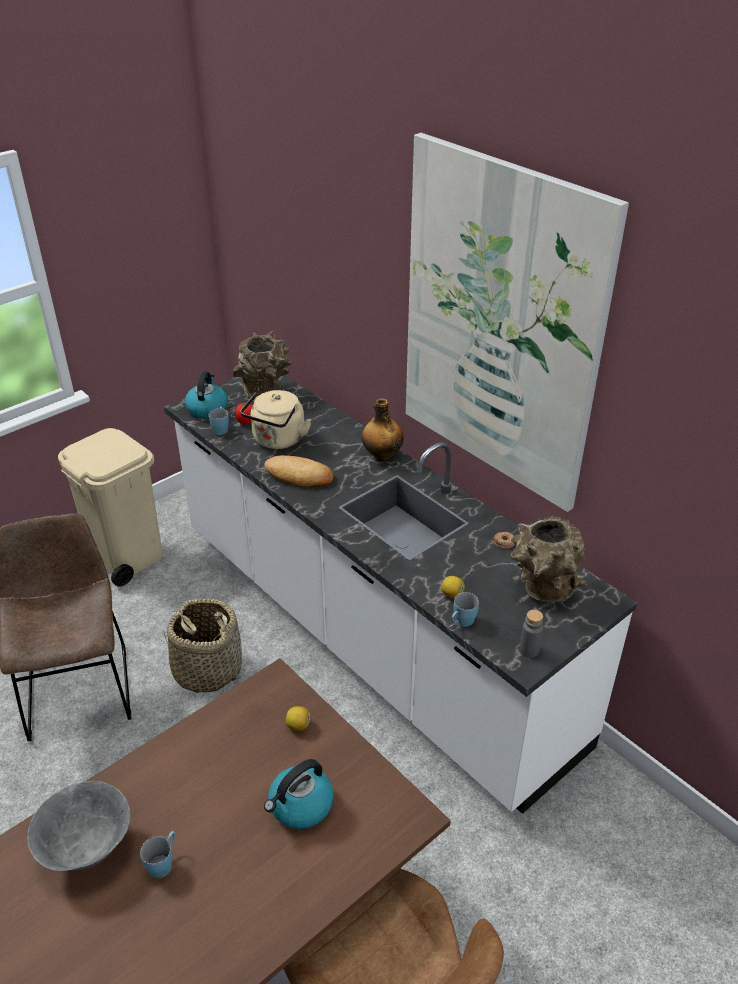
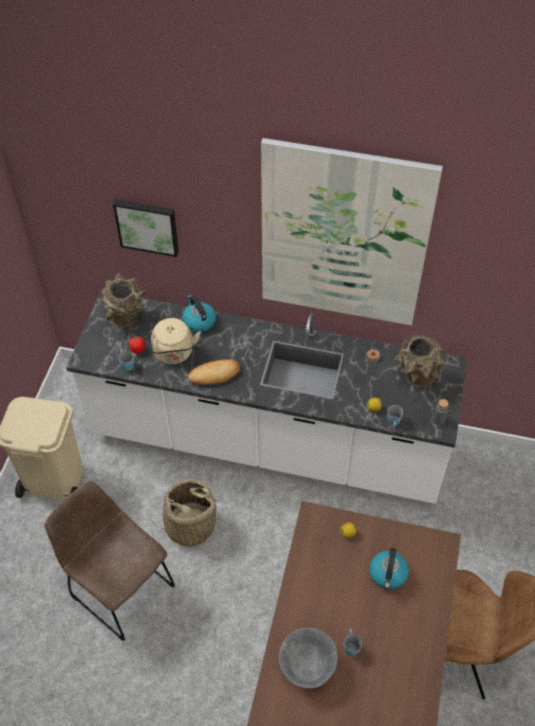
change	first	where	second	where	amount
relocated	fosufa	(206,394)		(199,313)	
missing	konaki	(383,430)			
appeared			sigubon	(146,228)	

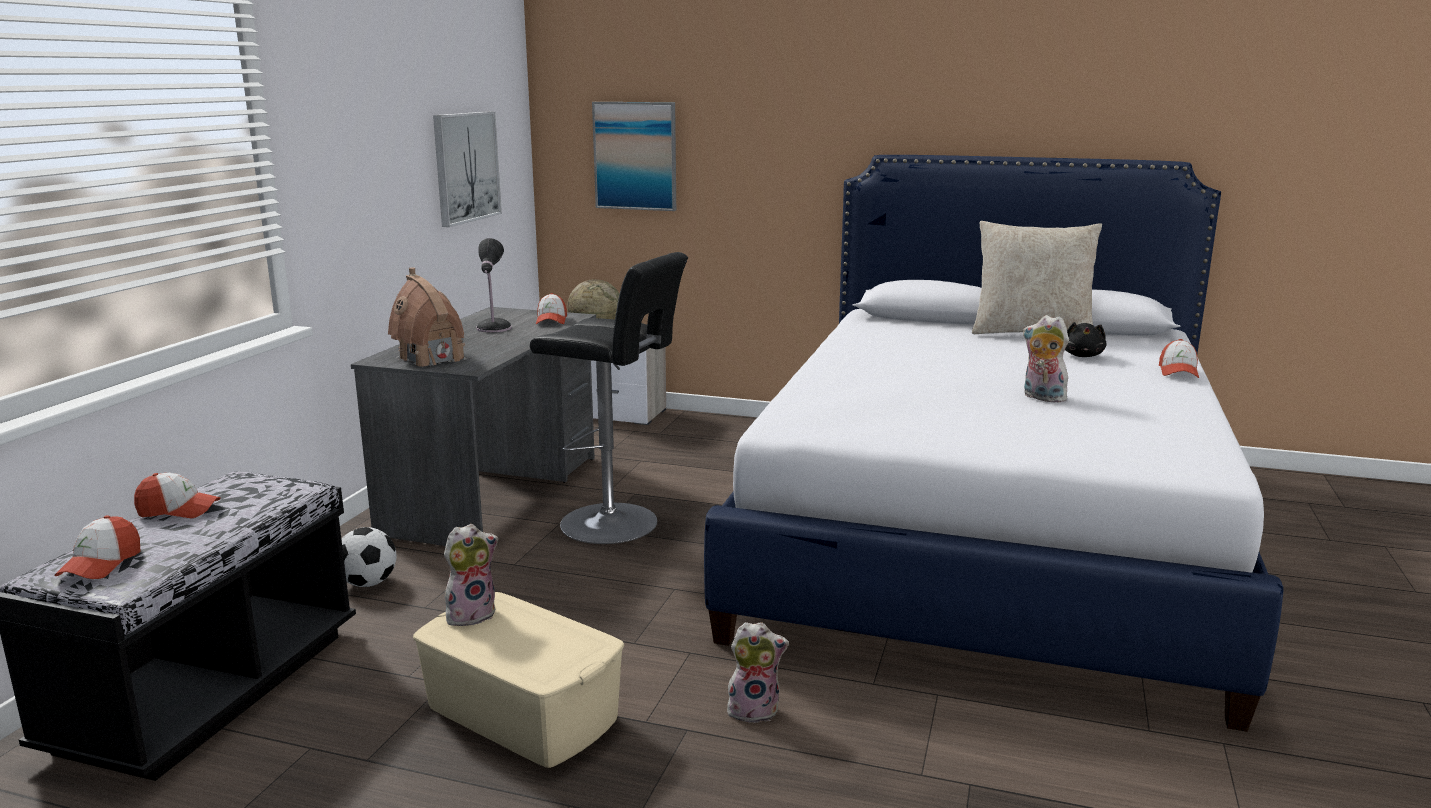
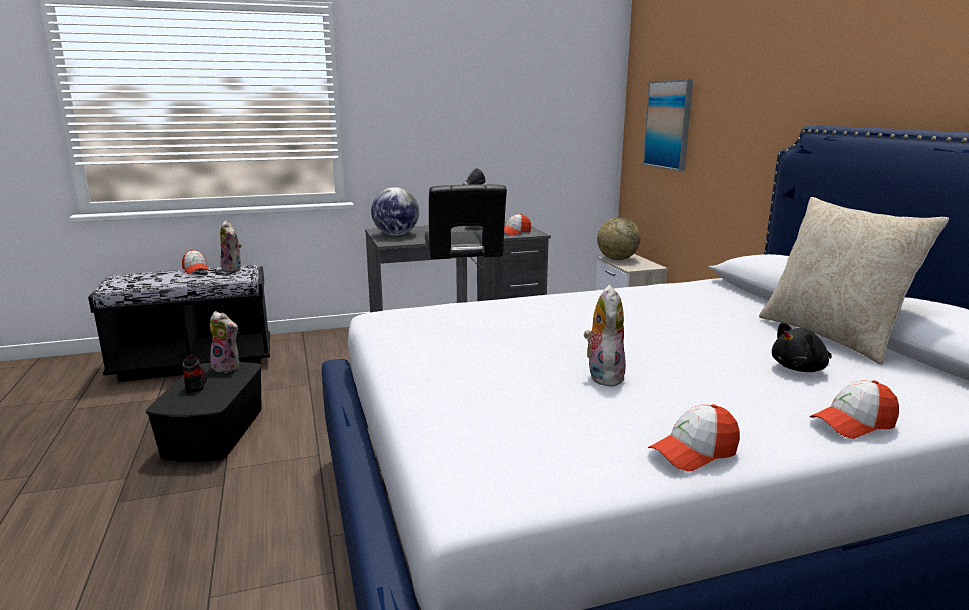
change	first	where	second	where	amount
relocated	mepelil	(97,547)		(694,438)	
missing	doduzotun	(368,557)			
exchanged	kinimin	(427,317)	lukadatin	(395,211)	
colour	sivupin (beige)	(518,680)	sivupin (black)	(204,412)	
missing	sigubon	(467,169)			
relocated	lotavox	(758,672)		(231,246)	
appeared			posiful	(194,374)	

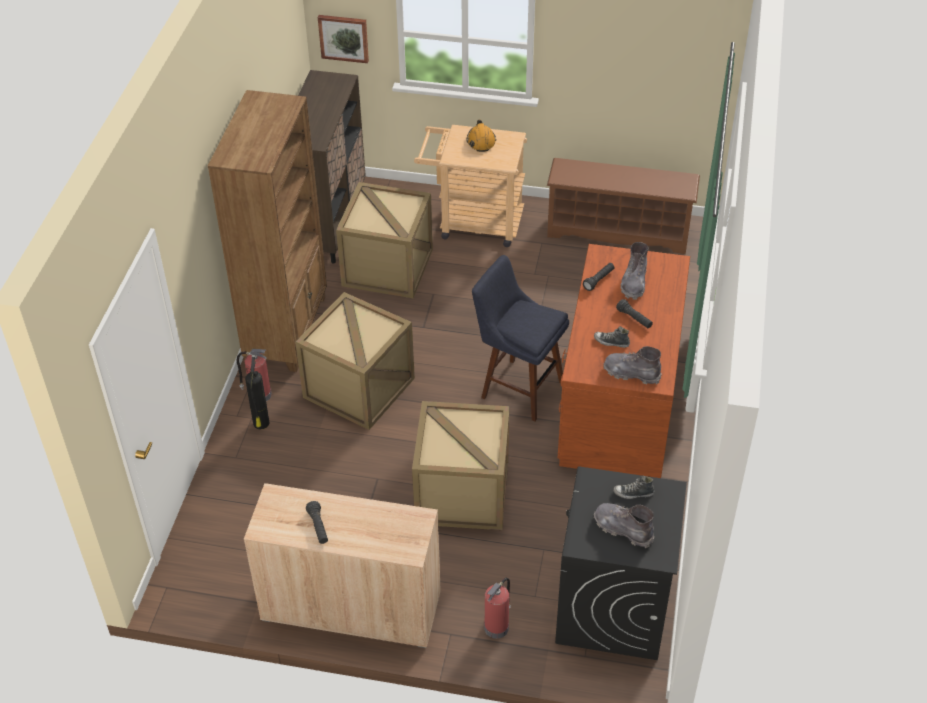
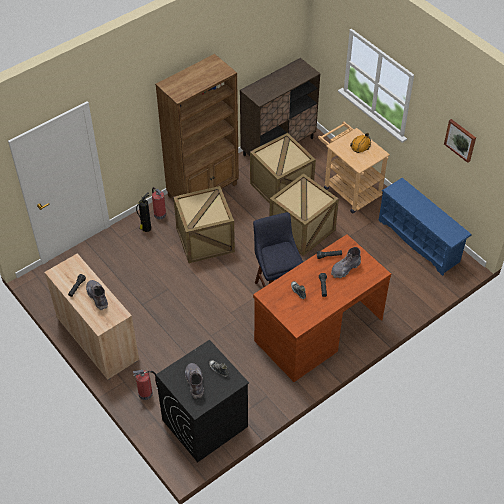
change	first	where	second	where	amount
relocated	sigubon	(343,39)		(460,141)	
relocated	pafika	(461,465)		(304,214)	
colour	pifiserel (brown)	(623,206)	pifiserel (blue)	(425,227)	
relocated	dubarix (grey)	(632,365)		(97,295)	

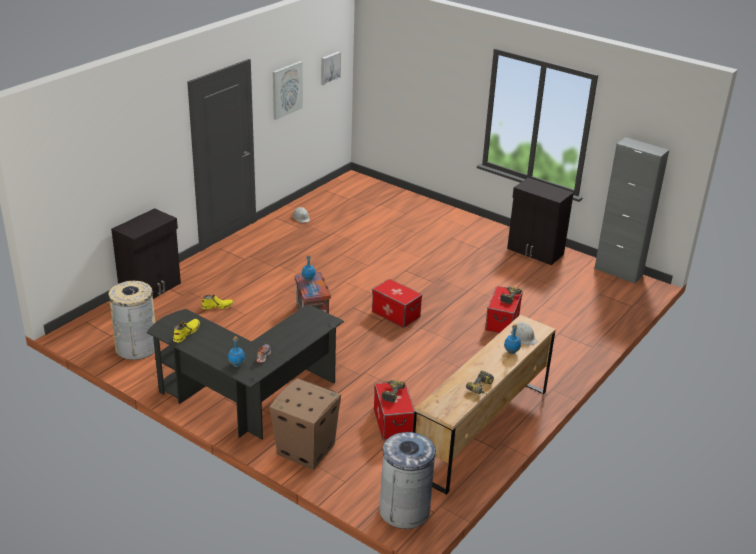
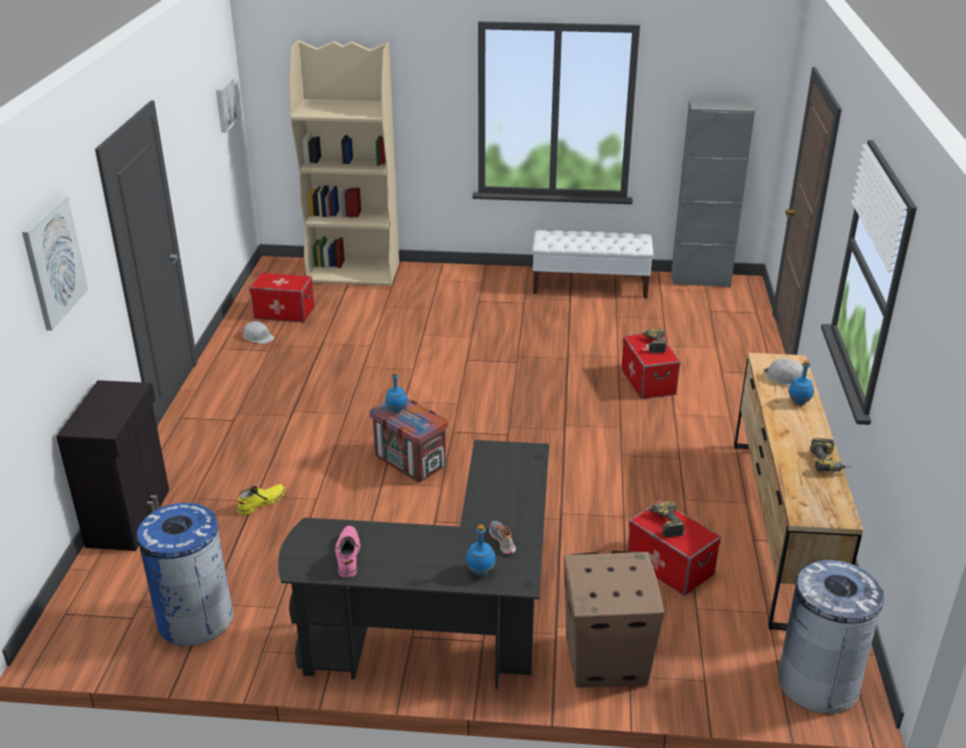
change	first	where	second	where	amount
colour	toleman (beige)	(131,320)	toleman (blue)	(185,574)	
colour	dubarix (yellow)	(186,331)	dubarix (pink)	(347,551)	
relocated	sigubon	(288,90)		(55,263)	
relocated	sivupin	(397,303)		(281,297)	
exchanged	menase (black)	(540,221)	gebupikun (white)	(592,264)	
appeared			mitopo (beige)	(344,163)	

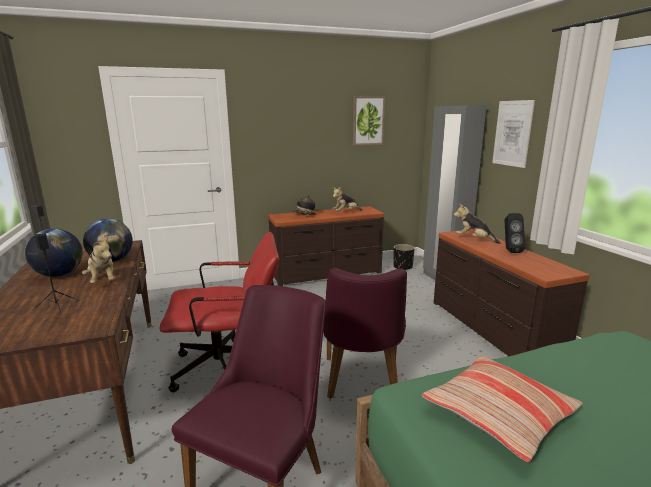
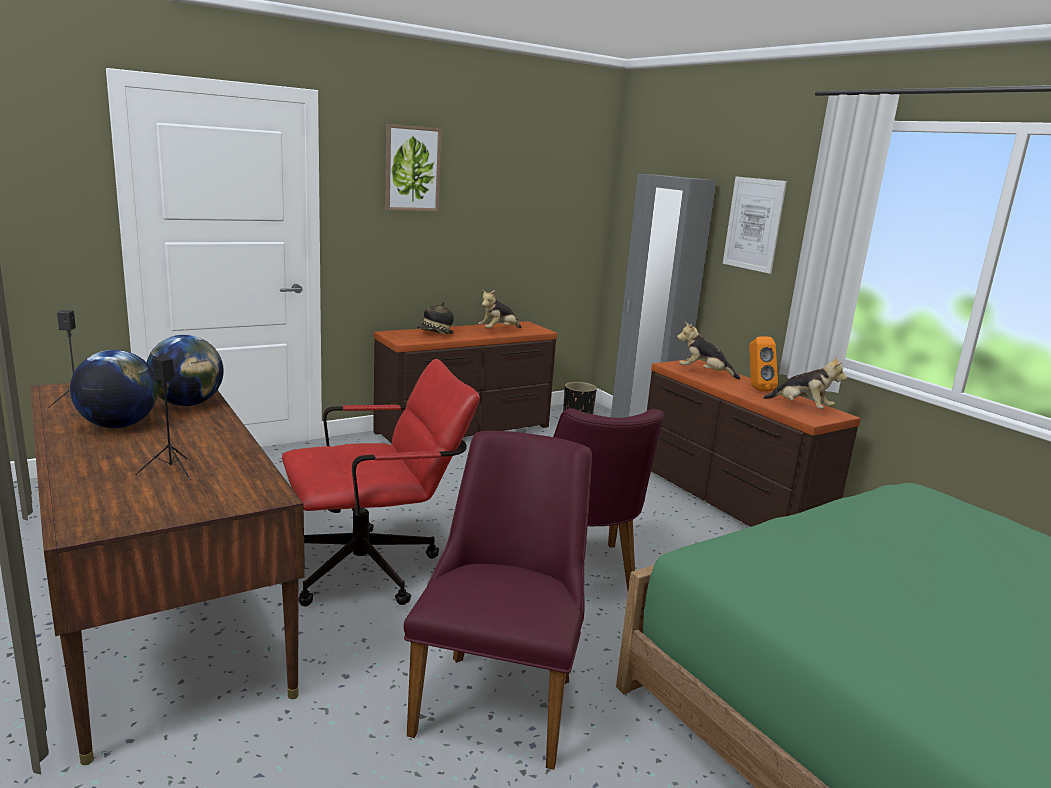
change	first	where	second	where	amount
relocated	lotavox	(98,260)		(805,382)	
relocated	sigubon	(369,120)		(413,167)	
missing	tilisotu	(502,408)			
colour	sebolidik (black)	(515,233)	sebolidik (orange)	(763,364)	

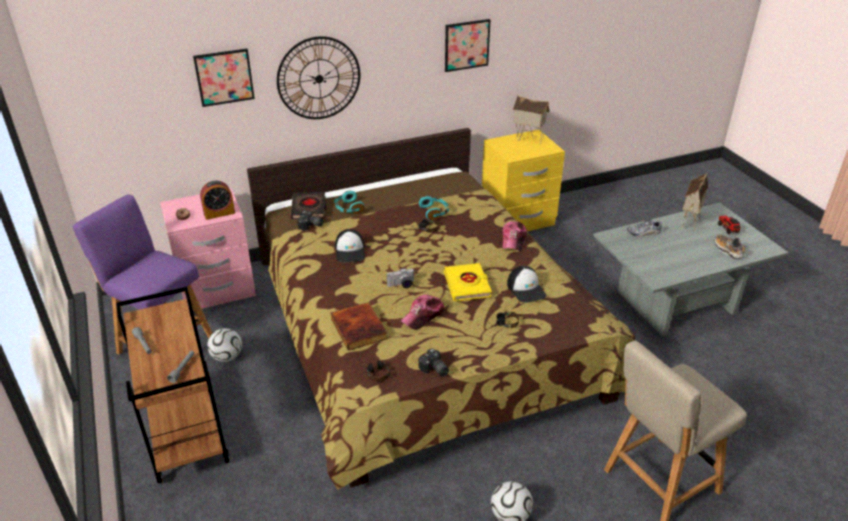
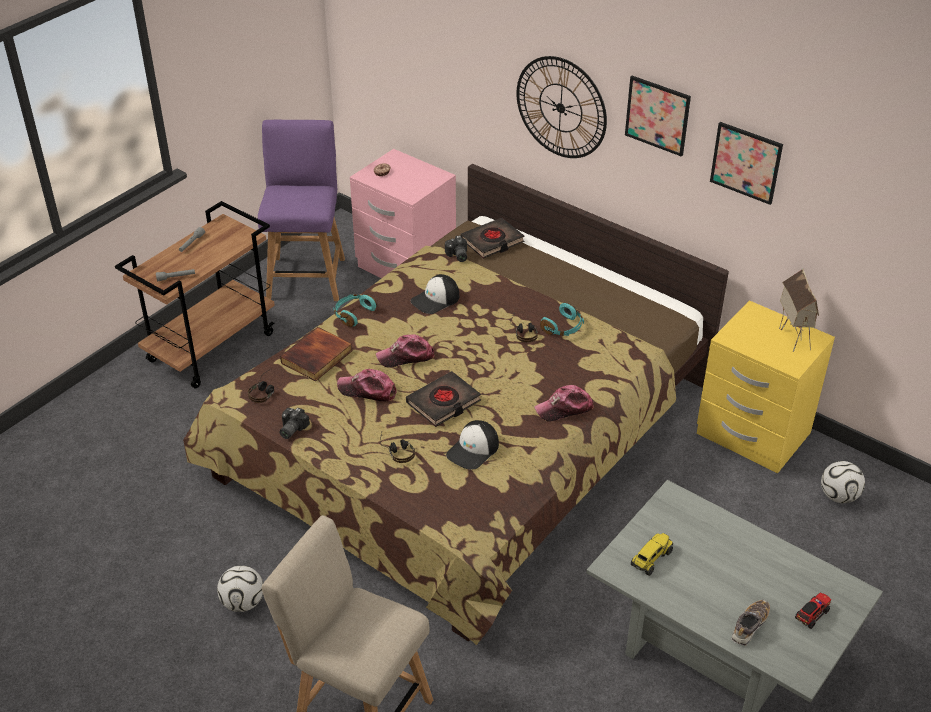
change	first	where	second	where	amount
relocated	sigubon	(224,78)		(658,116)	
missing	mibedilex	(217,200)			
relocated	doduzotun	(224,345)		(843,482)	
relocated	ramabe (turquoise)	(349,202)		(355,310)	
exchanged	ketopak	(401,278)	mepelil	(405,350)	
colour	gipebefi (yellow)	(468,282)	gipebefi (black)	(443,399)	
missing	posiful	(644,226)			
missing	kinimin	(694,203)			
appeared			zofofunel	(652,554)	

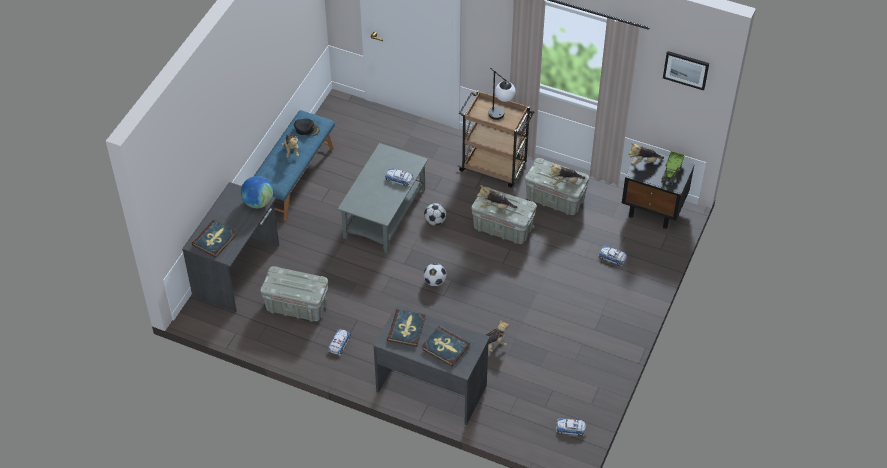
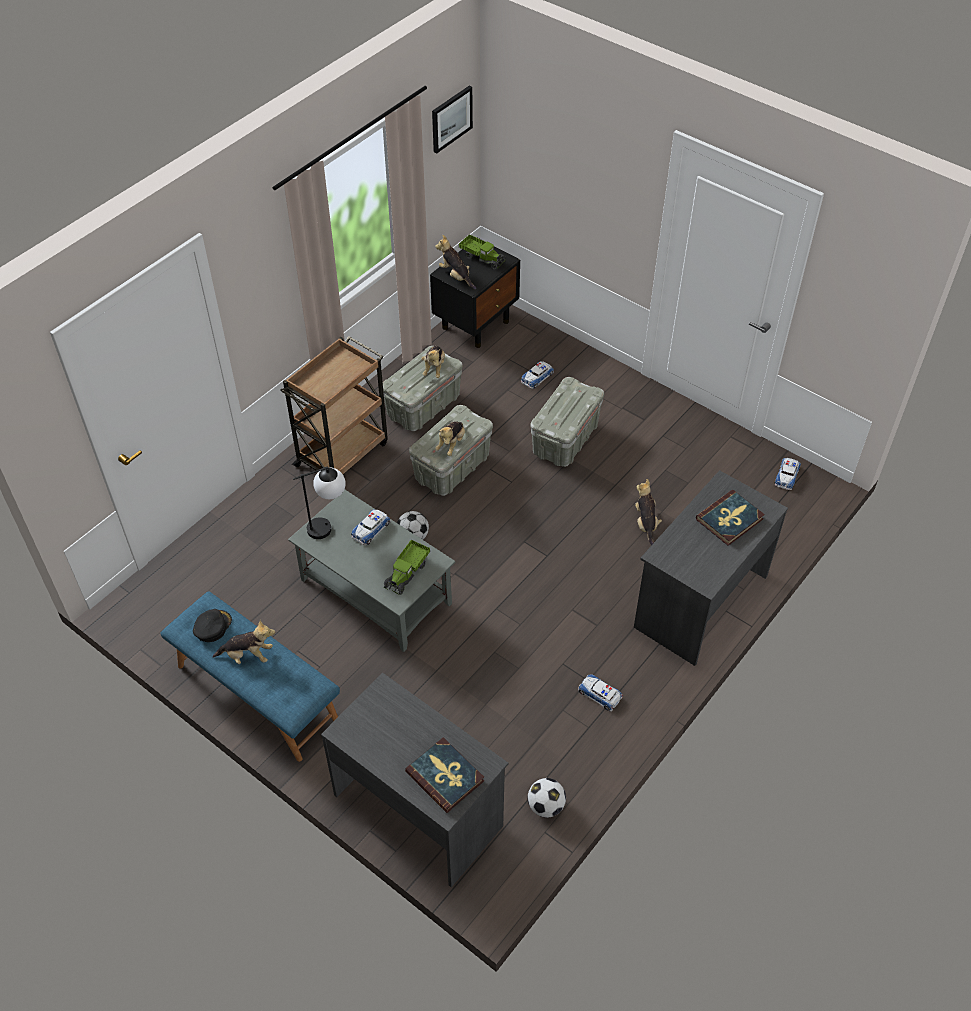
change	first	where	second	where	amount
missing	lukadatin	(257,192)			
relocated	sivupin (grey)	(294,294)		(567,422)	
missing	gipebefi	(406,328)			
relocated	doduzotun	(434,274)		(546,798)	
relocated	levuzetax	(502,94)		(319,502)	
spun	lotavox	(646,154)		(455,262)	135 degrees clockwise
appeared			zofofunel	(407,567)	

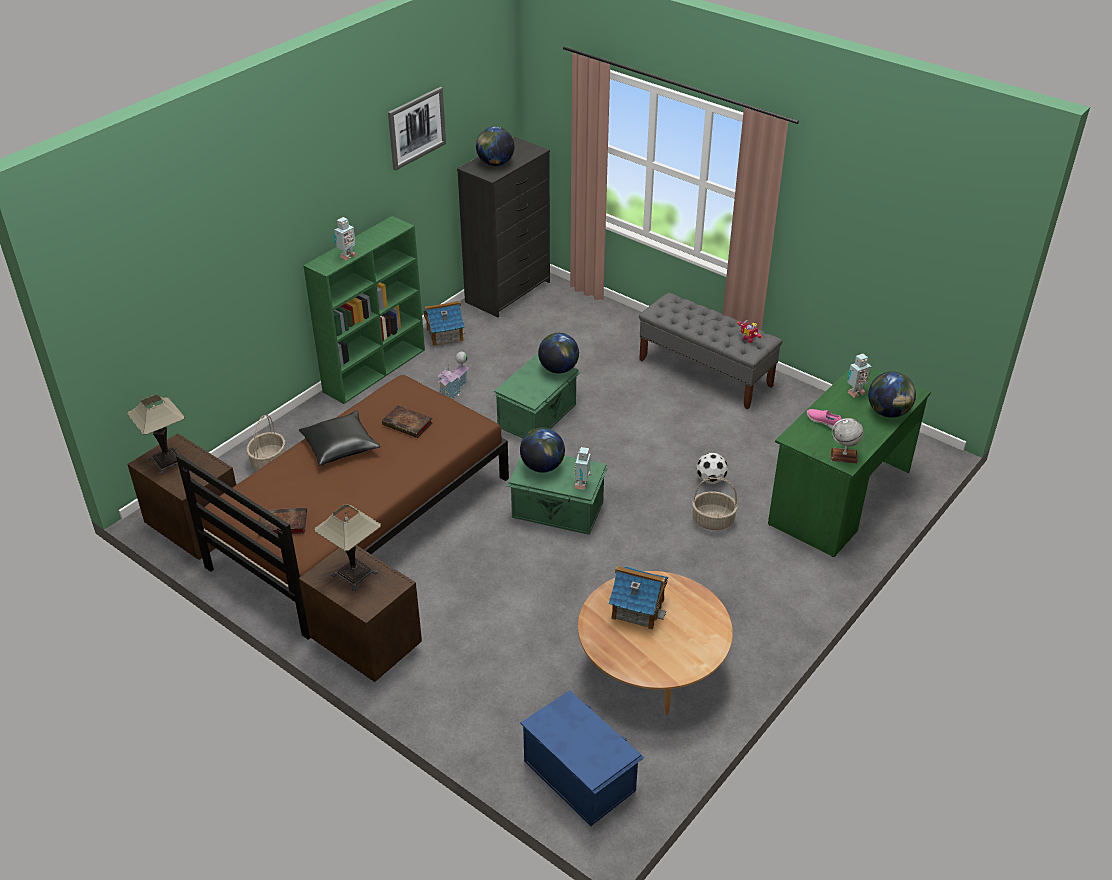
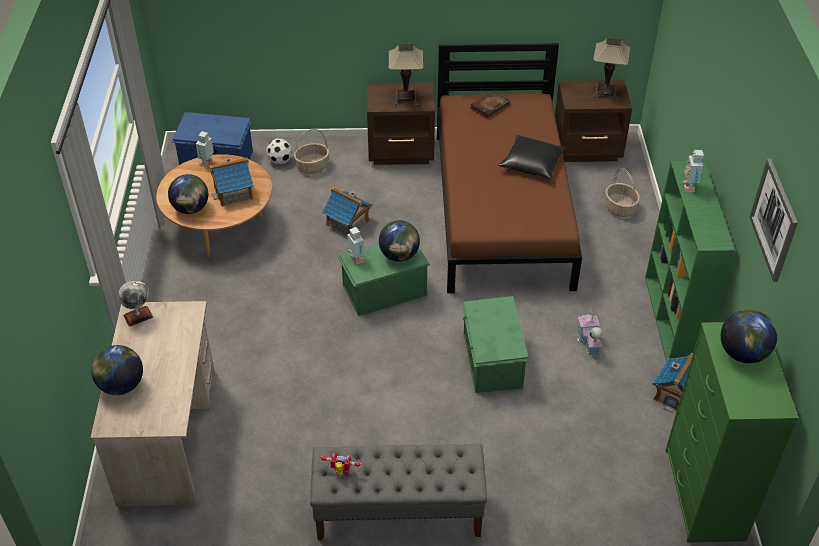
change	first	where	second	where	amount
missing	gipebefi	(407,422)			
colour	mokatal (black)	(503,227)	mokatal (green)	(731,432)	
relocated	lukadatin	(558,353)		(188,194)	
relocated	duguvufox	(715,503)		(311,151)	
relocated	doduzotun	(712,468)		(279,151)	
colour	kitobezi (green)	(849,462)	kitobezi (beige)	(152,404)	
missing	posiful (pink)	(824,419)			
relocated	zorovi	(859,376)		(205,149)	
appeared			kinimin	(347,211)	

